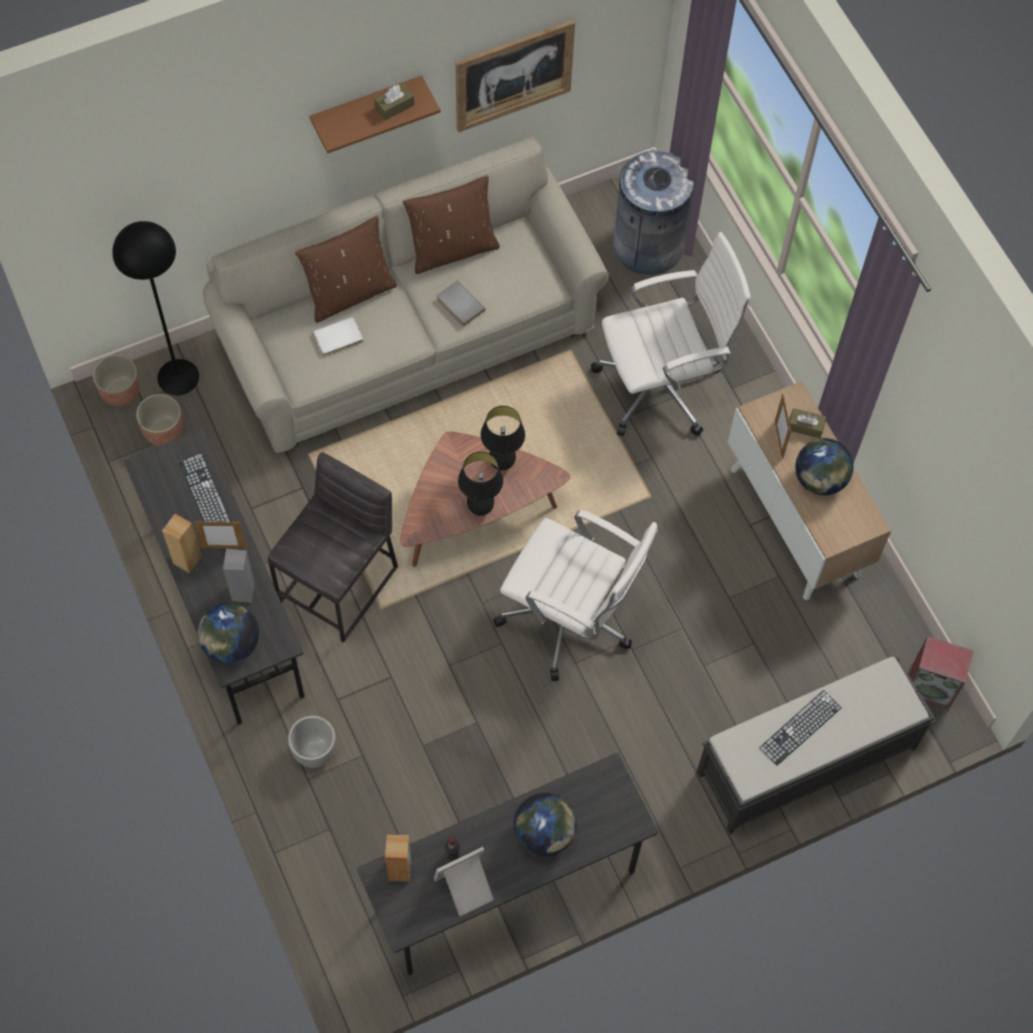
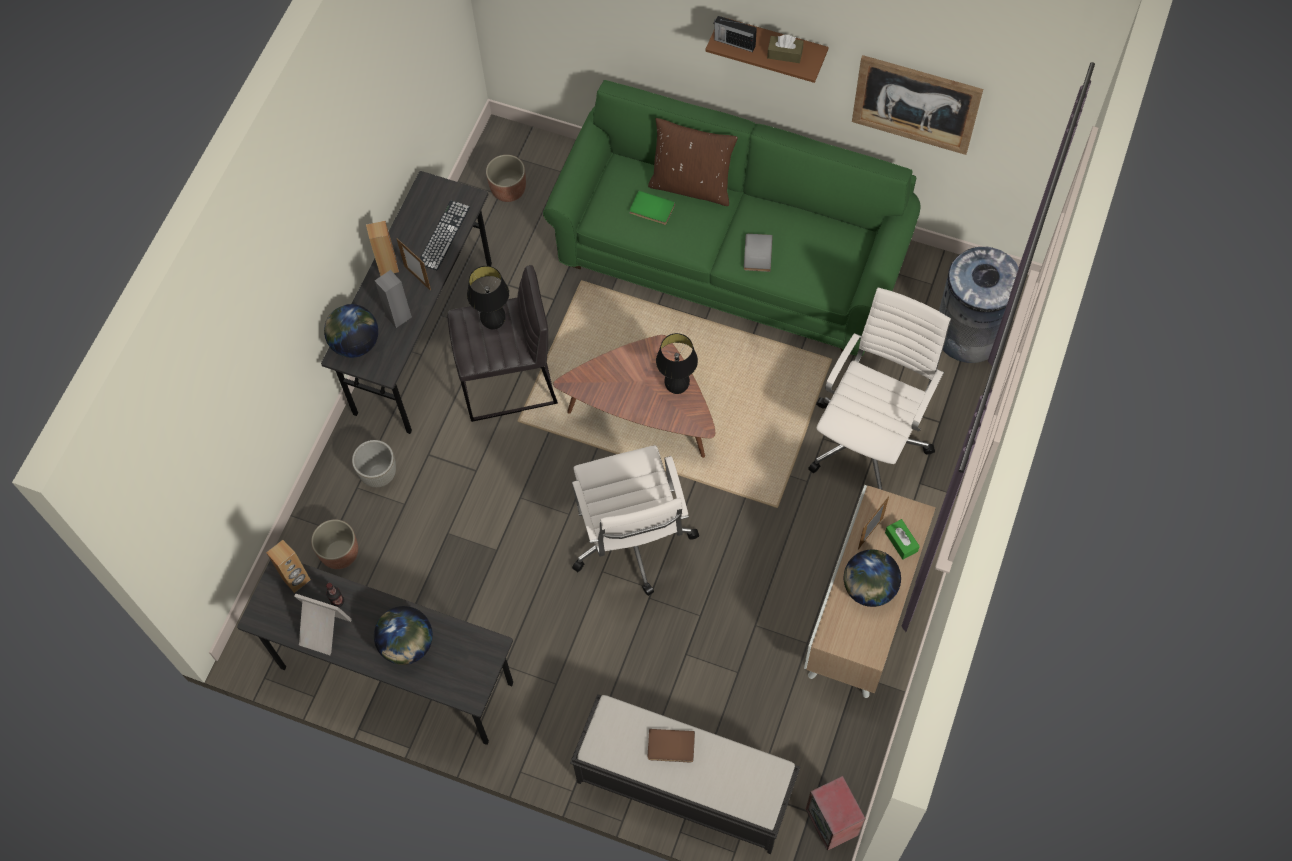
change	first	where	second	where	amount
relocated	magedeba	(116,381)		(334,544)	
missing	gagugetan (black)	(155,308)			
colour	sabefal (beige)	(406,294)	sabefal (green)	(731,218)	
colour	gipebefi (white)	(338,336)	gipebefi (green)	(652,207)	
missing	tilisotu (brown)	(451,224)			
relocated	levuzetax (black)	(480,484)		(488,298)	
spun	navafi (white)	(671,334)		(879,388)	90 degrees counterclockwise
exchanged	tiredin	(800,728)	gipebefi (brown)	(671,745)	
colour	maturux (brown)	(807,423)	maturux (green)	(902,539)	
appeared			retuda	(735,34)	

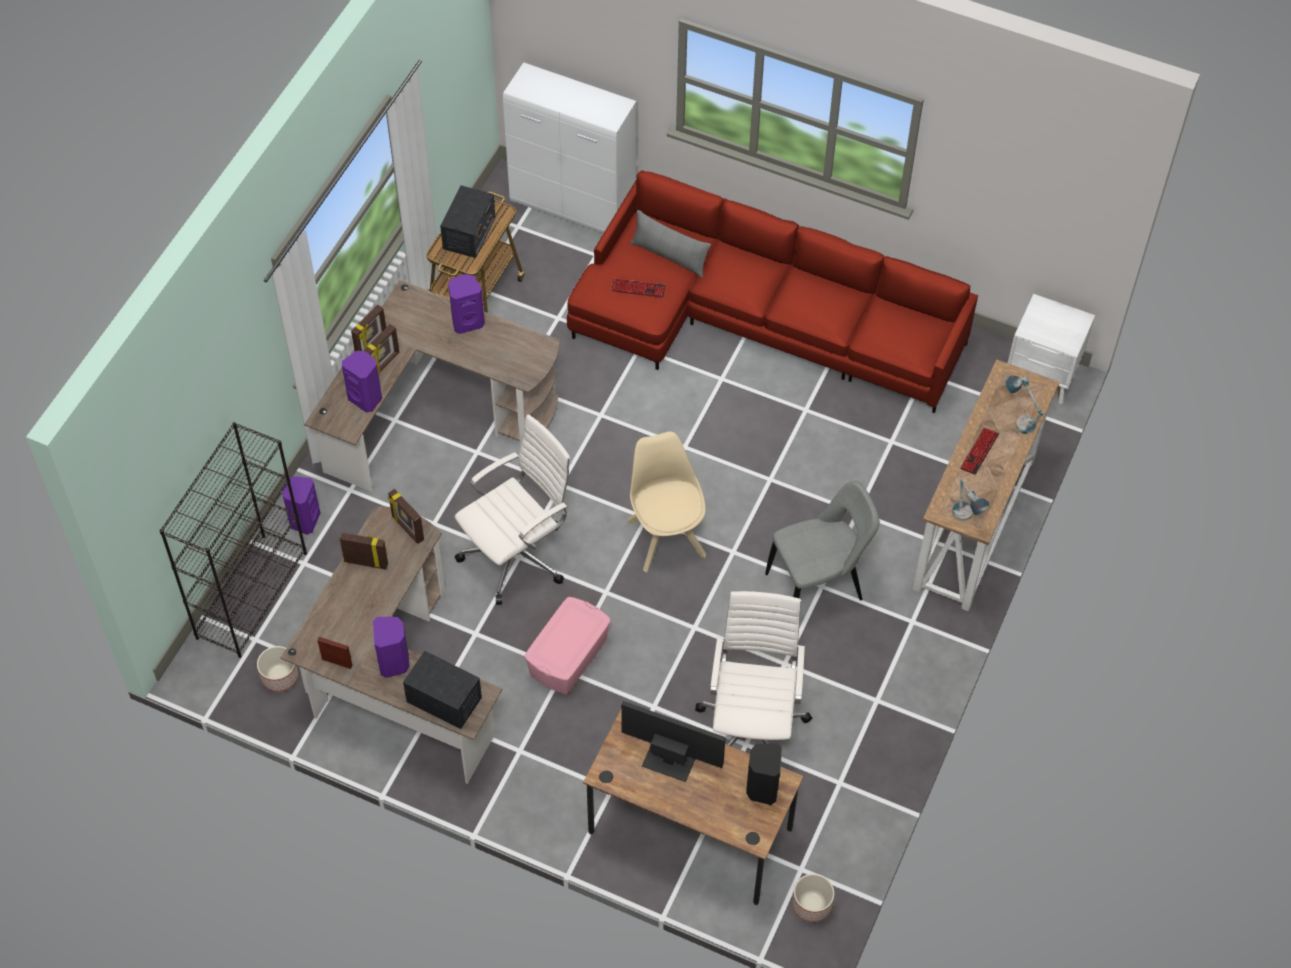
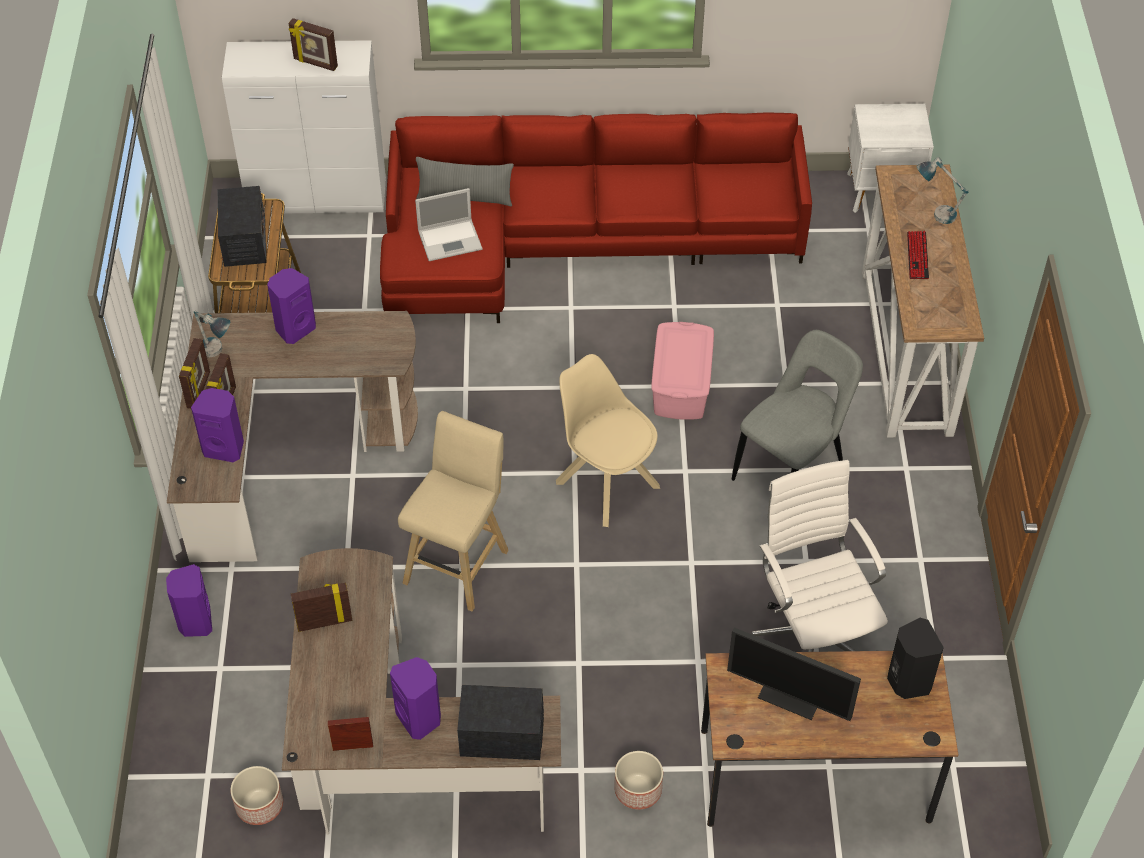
change	first	where	second	where	amount
missing	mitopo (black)	(233,540)			
relocated	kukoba	(406,516)		(313,44)	
exchanged	navafi (white)	(513,509)	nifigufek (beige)	(453,511)	
relocated	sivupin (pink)	(568,645)		(682,371)	
exchanged	tiredin	(638,288)	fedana	(449,224)	
spun	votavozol	(673,741)		(794,674)	150 degrees counterclockwise
relocated	magedeba	(813,898)		(638,780)	
relocated	levuzetax	(970,500)		(212,334)	

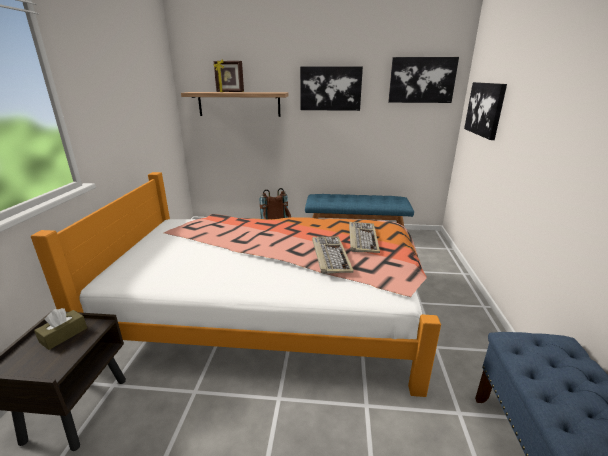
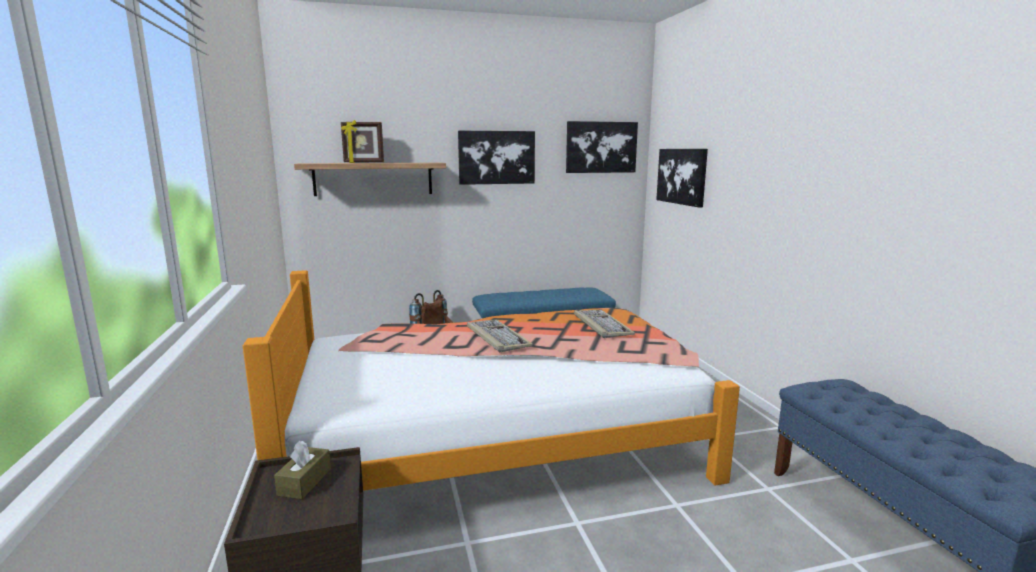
change	first	where	second	where	amount
relocated	tiredin	(333,255)		(500,335)	

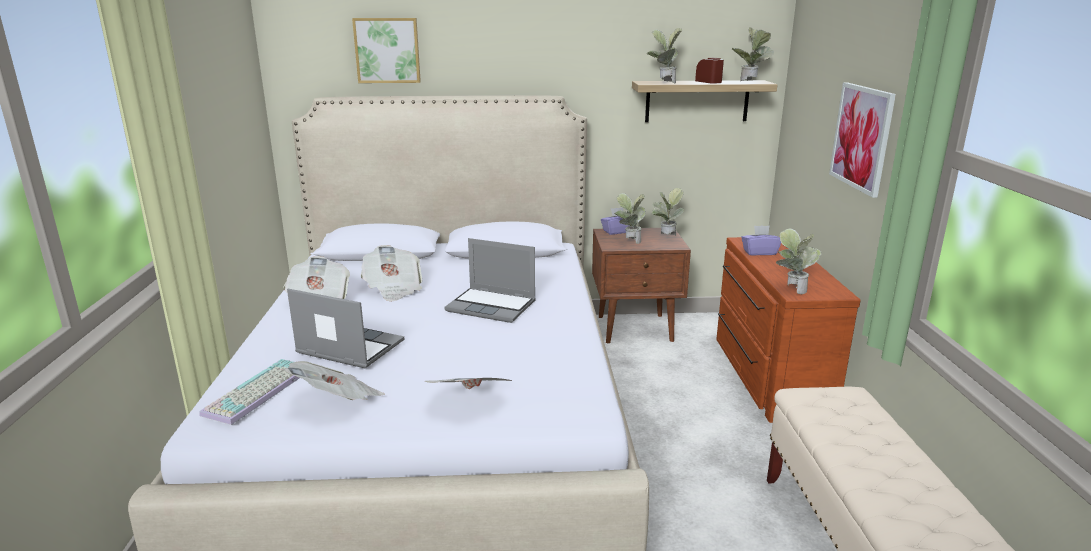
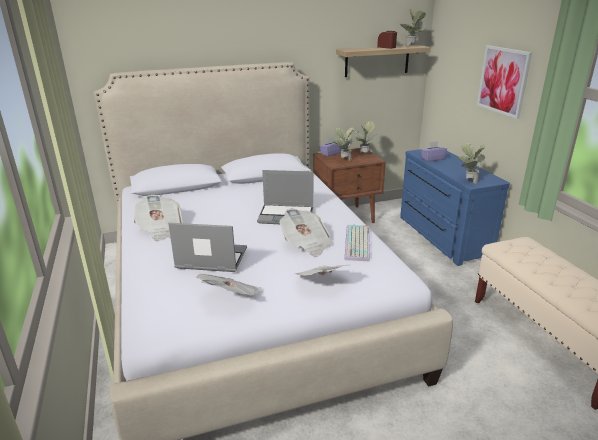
change	first	where	second	where	amount
relocated	tiredin	(249,392)		(357,243)	
missing	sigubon	(386,50)			
relocated	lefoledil	(391,273)		(305,232)	
missing	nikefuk	(664,55)			
colour	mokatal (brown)	(788,330)	mokatal (blue)	(455,207)	

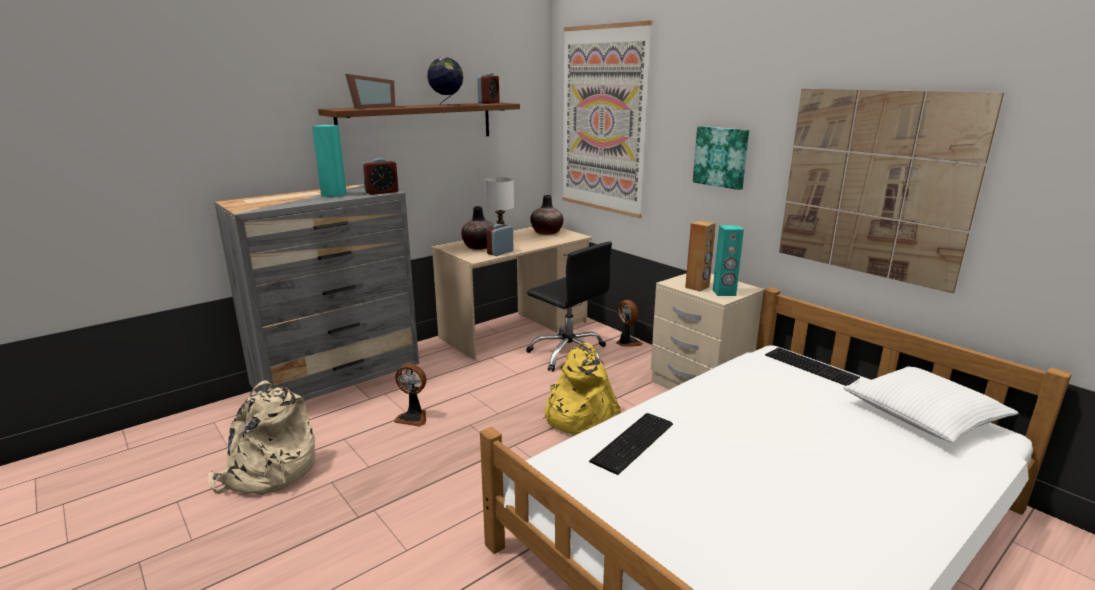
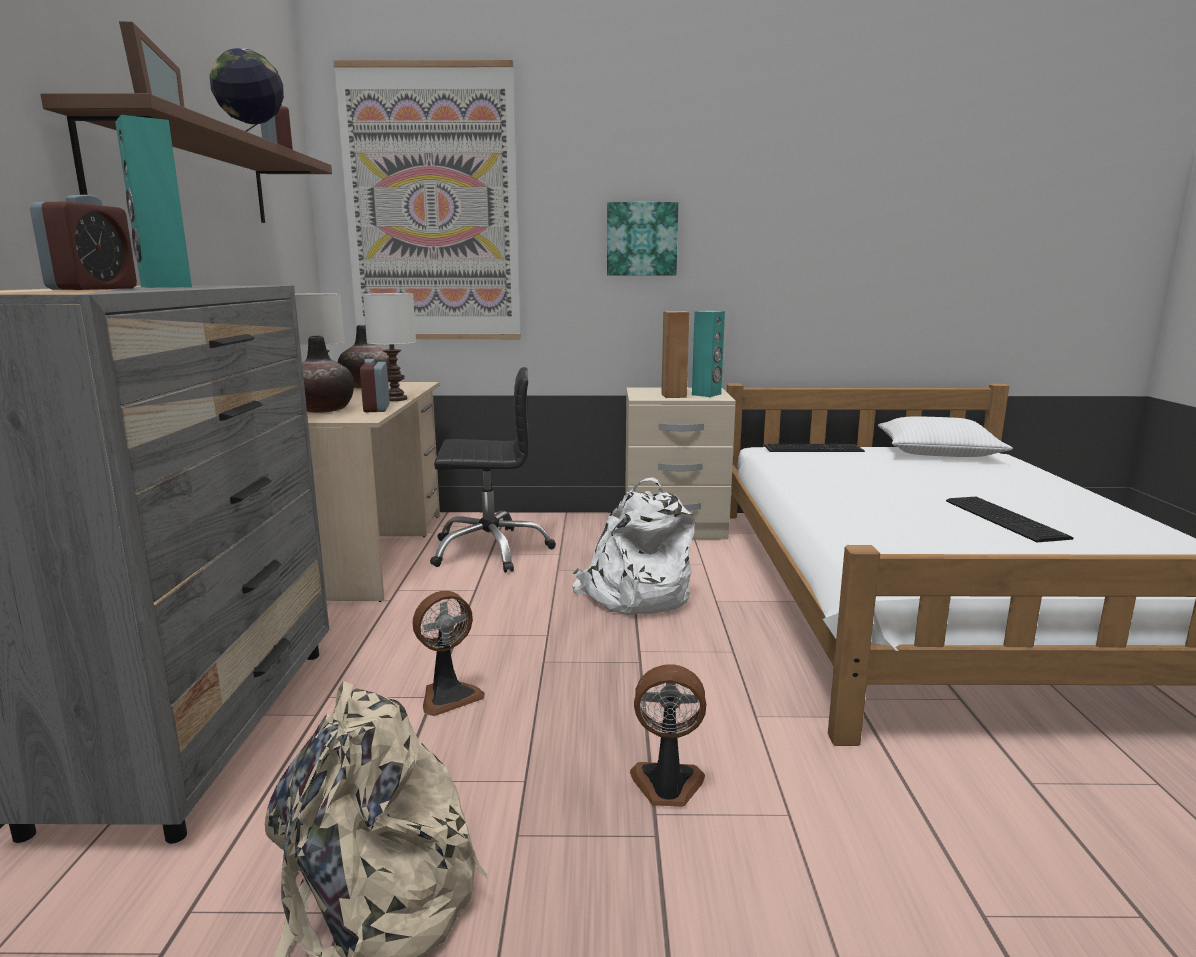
change	first	where	second	where	amount
relocated	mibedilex	(380,176)		(83,242)	
colour	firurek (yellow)	(582,389)	firurek (white)	(634,546)	
relocated	tiredin	(631,444)		(1010,519)	
relocated	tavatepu	(629,323)		(668,735)	
missing	sigubon	(891,191)			
appeared			levuzetax (white)	(389,347)	

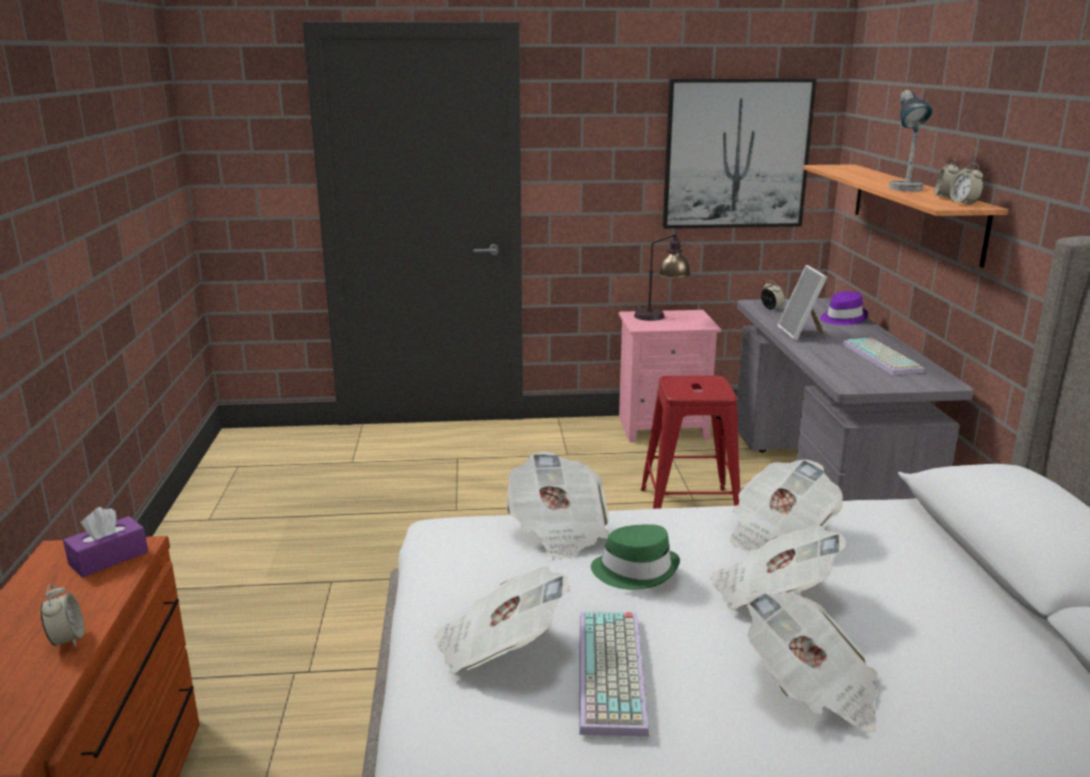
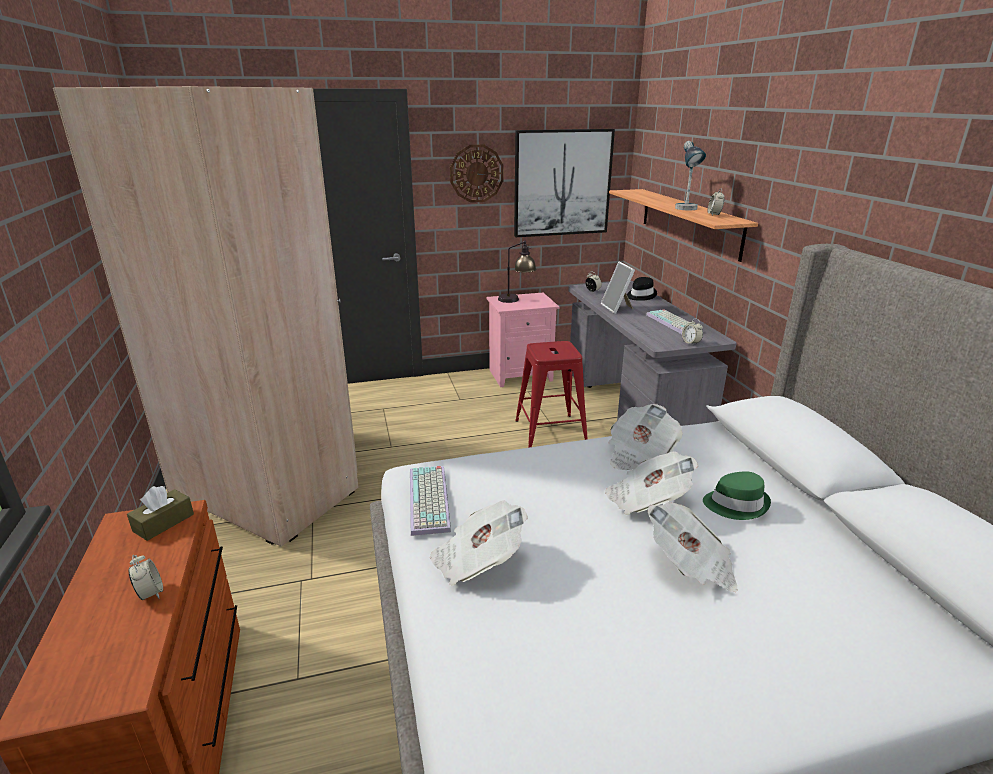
change	first	where	second	where	amount
colour	maturux (purple)	(105,542)	maturux (brown)	(160,513)	
missing	lefoledil	(558,505)			
relocated	tiredin	(614,674)		(430,501)	
relocated	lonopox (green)	(635,557)		(737,495)	
colour	lonopox (purple)	(844,308)	lonopox (black)	(642,289)	
relocated	mibedilex	(966,184)		(692,331)	
appeared			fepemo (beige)	(205,316)	
appeared			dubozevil	(477,173)	

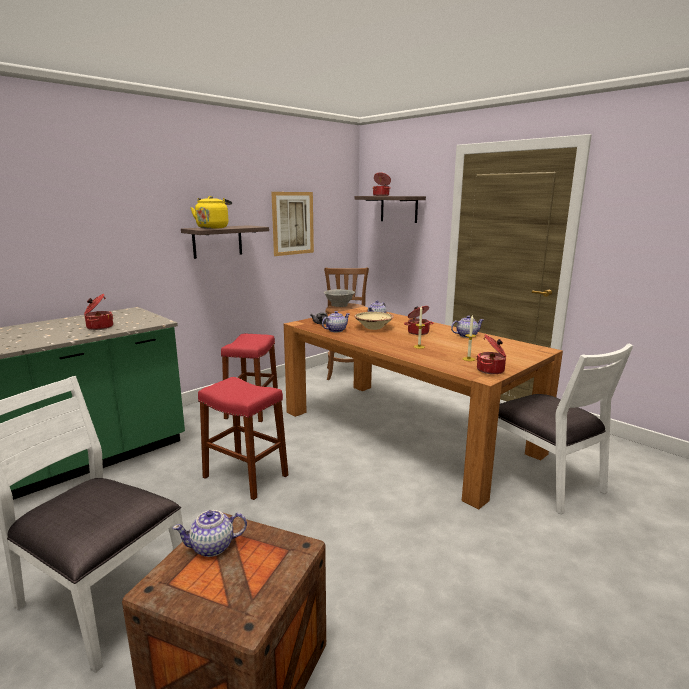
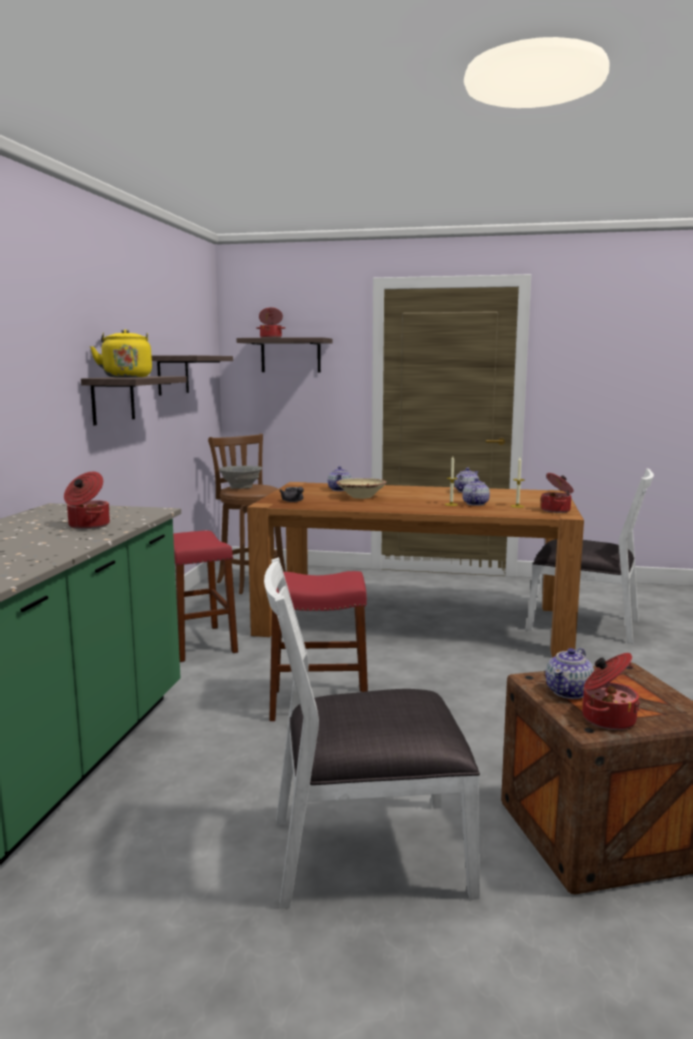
change	first	where	second	where	amount
exchanged	sigubon	(292,224)	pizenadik	(192,375)	
relocated	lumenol	(336,321)		(476,492)	
relocated	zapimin	(418,320)		(611,691)	

